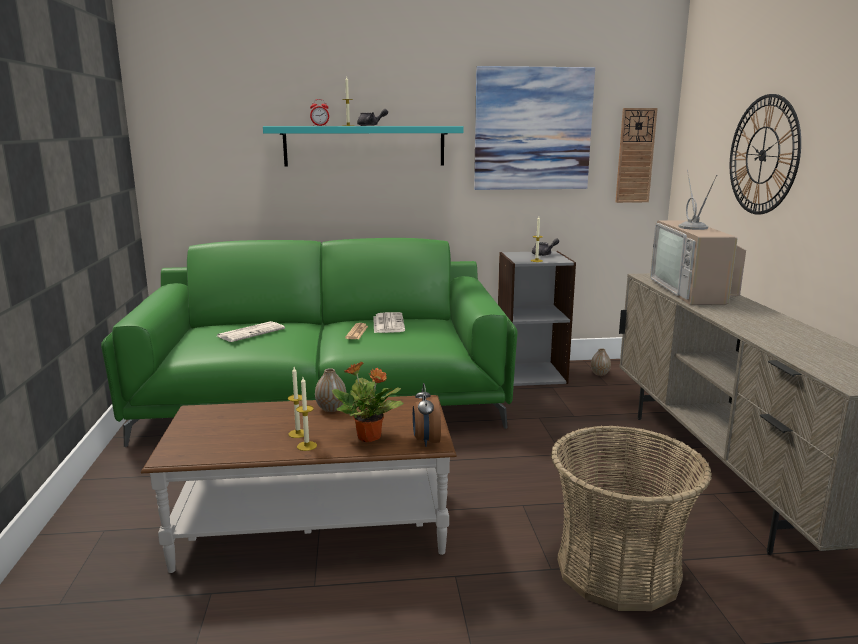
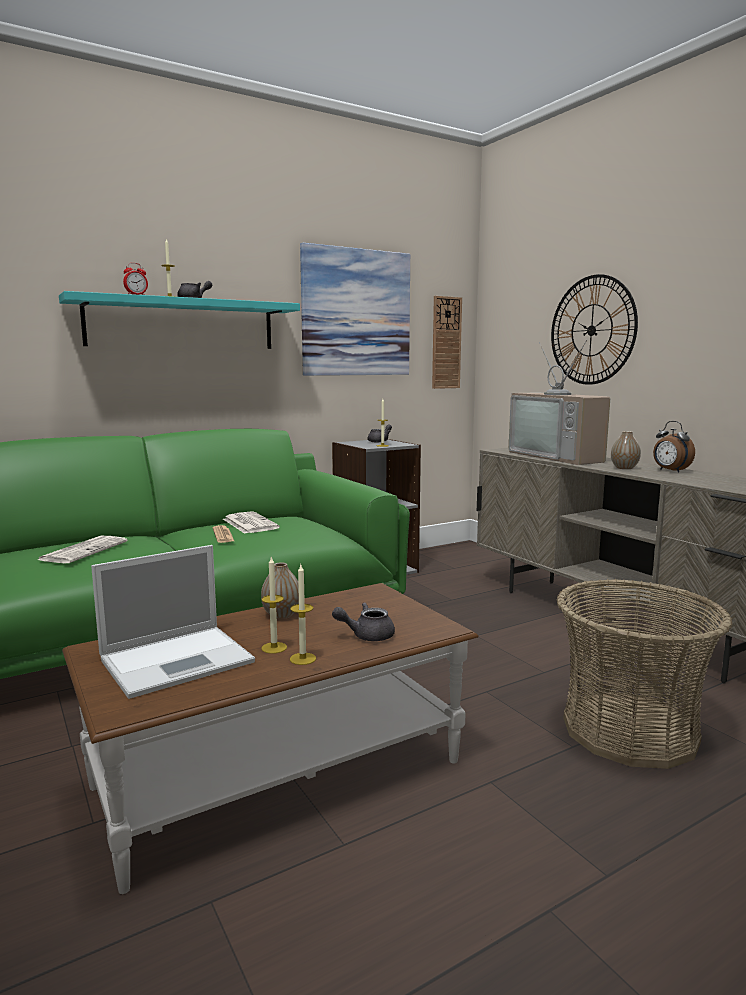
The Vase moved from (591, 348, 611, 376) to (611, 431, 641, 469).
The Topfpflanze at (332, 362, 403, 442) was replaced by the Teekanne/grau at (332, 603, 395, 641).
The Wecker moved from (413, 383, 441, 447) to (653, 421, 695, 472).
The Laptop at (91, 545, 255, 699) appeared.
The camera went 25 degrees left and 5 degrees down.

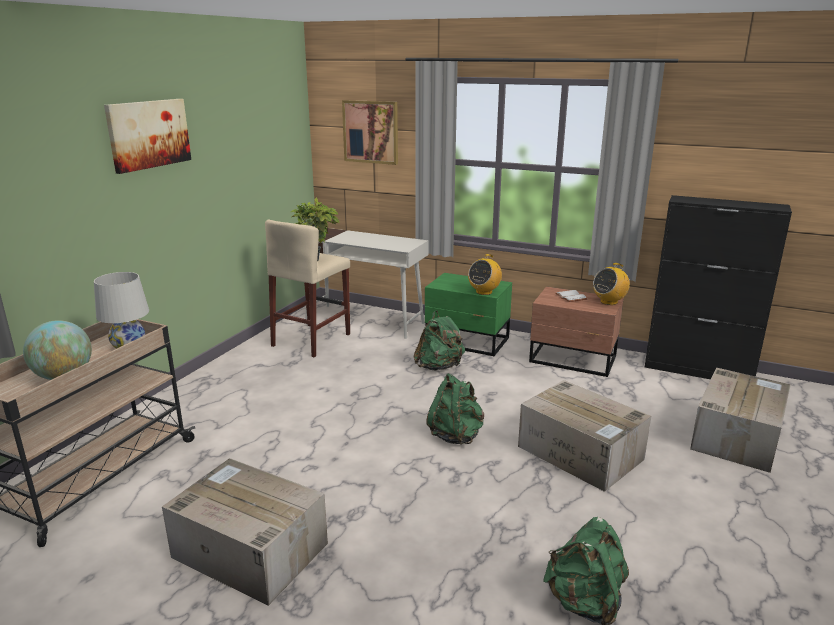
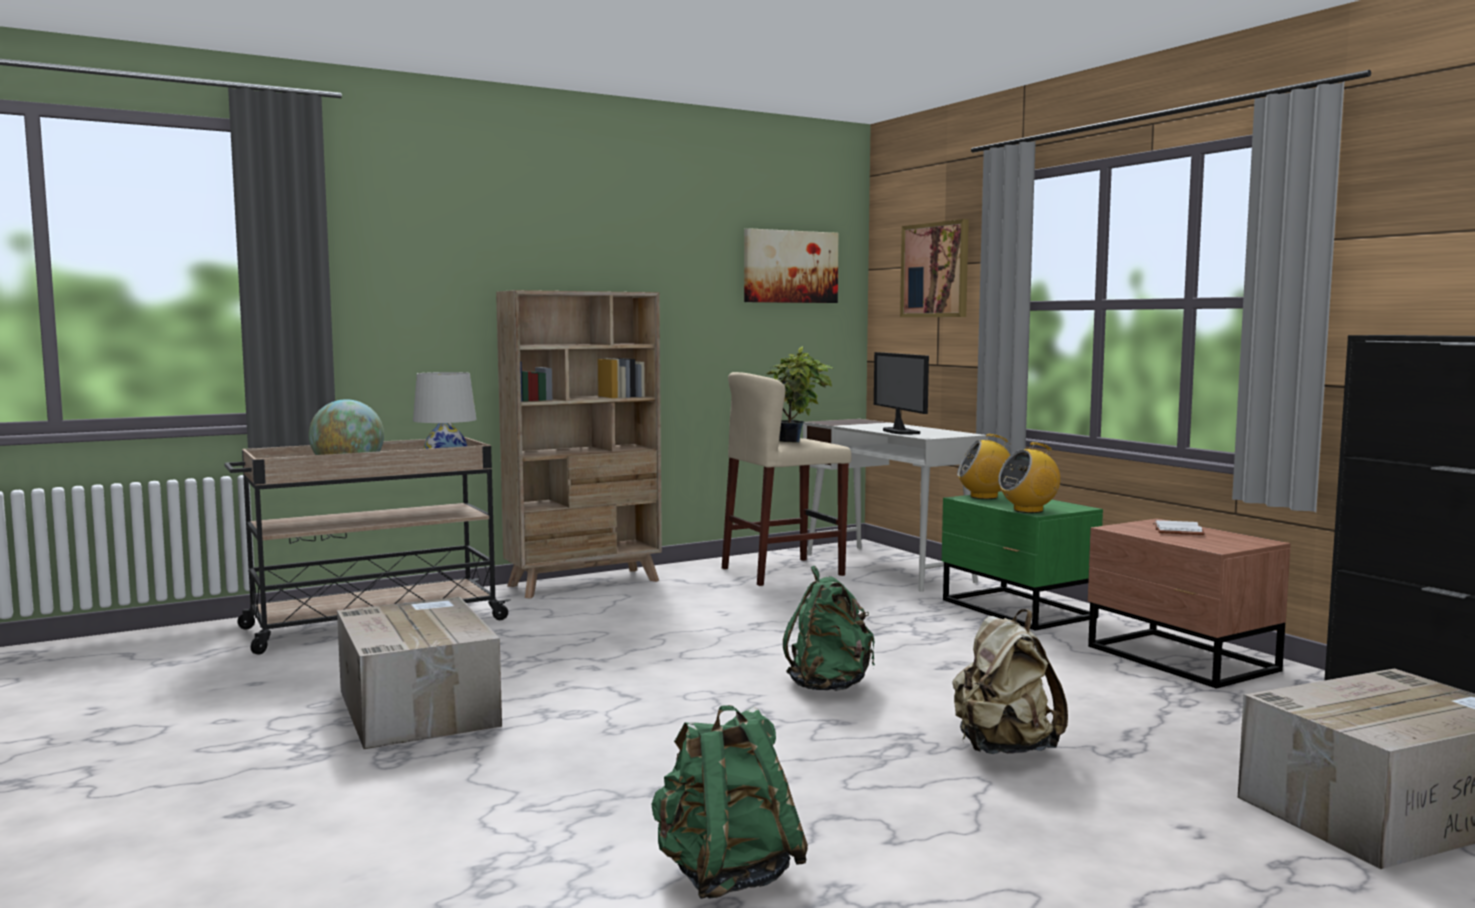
The Bild moved from (104, 99, 191, 174) to (744, 228, 839, 303).
The Radio moved from (593, 263, 630, 305) to (957, 434, 1010, 499).
The Rucksack/grün at (414, 310, 465, 371) disappeared.
The Karton at (518, 380, 651, 492) was replaced by the Rucksack/beige at (952, 609, 1068, 754).
The Bücherregal/beige at (496, 290, 662, 599) appeared.
The Monitor at (874, 352, 929, 435) appeared.
The camera went 35 degrees right and 15 degrees down.

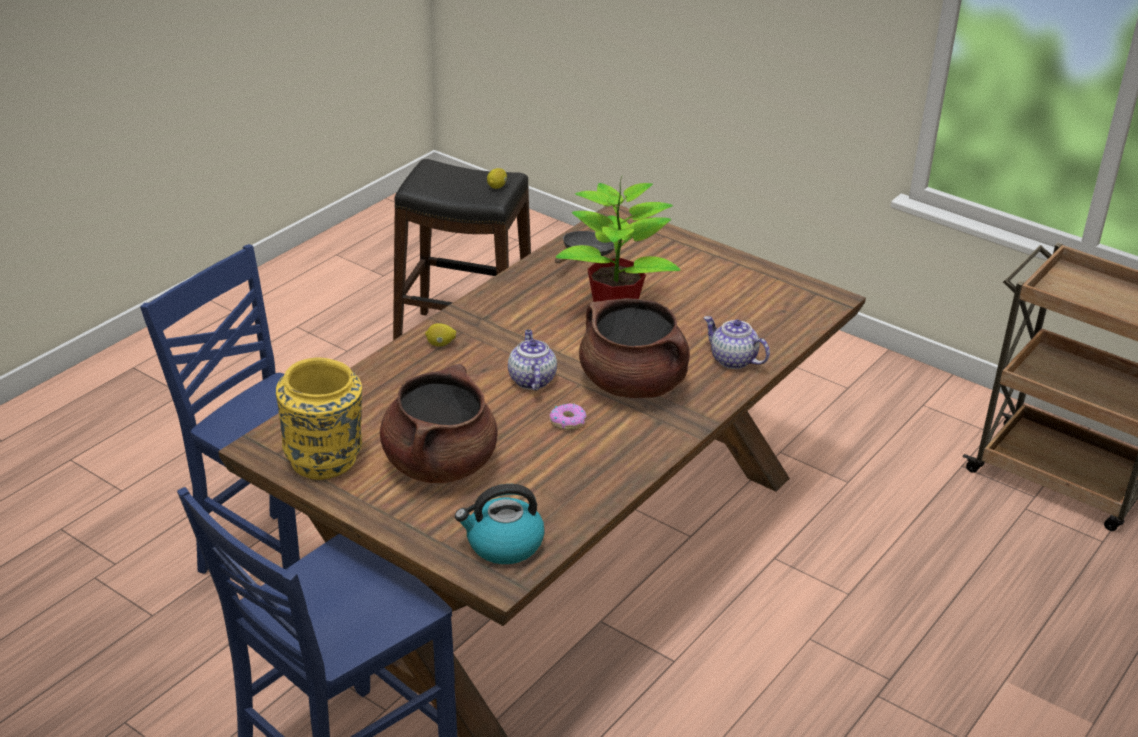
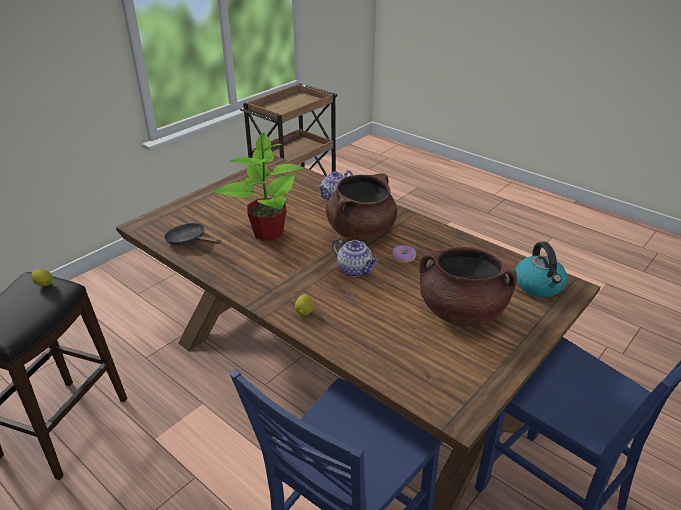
The Teekanne at (508, 330, 557, 391) turned 135 degrees counterclockwise.
The Vase/gelb at (276, 358, 362, 480) disappeared.
The camera went 85 degrees left and 0 degrees up.

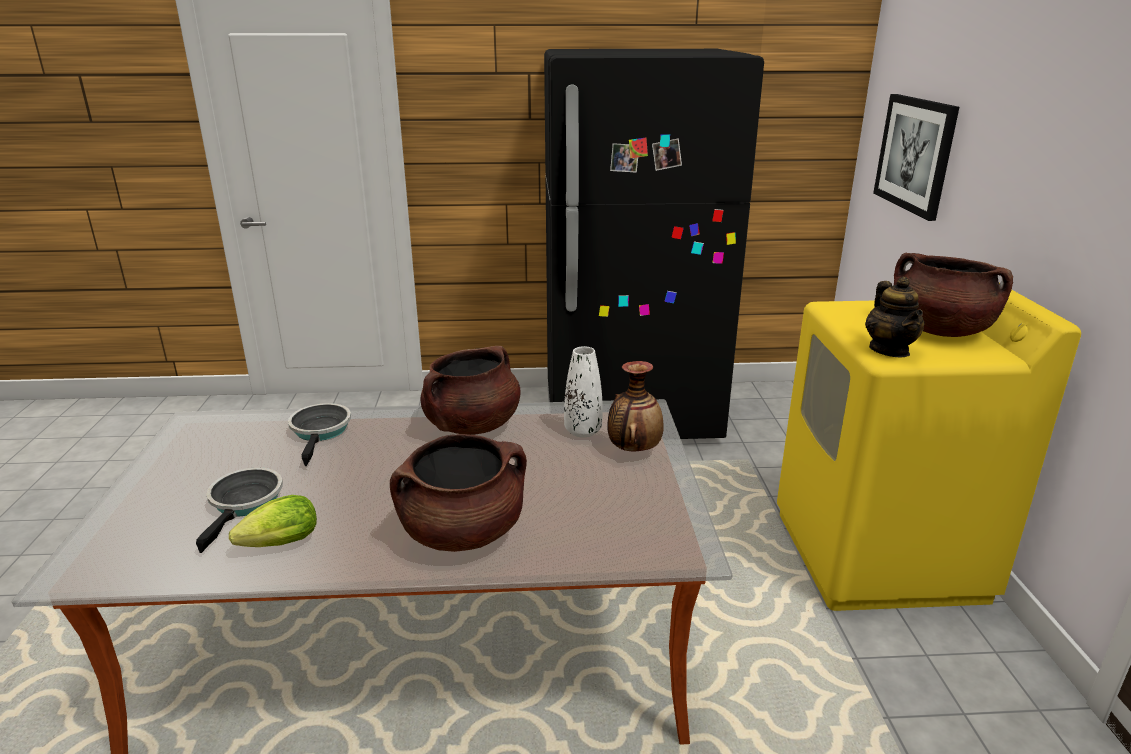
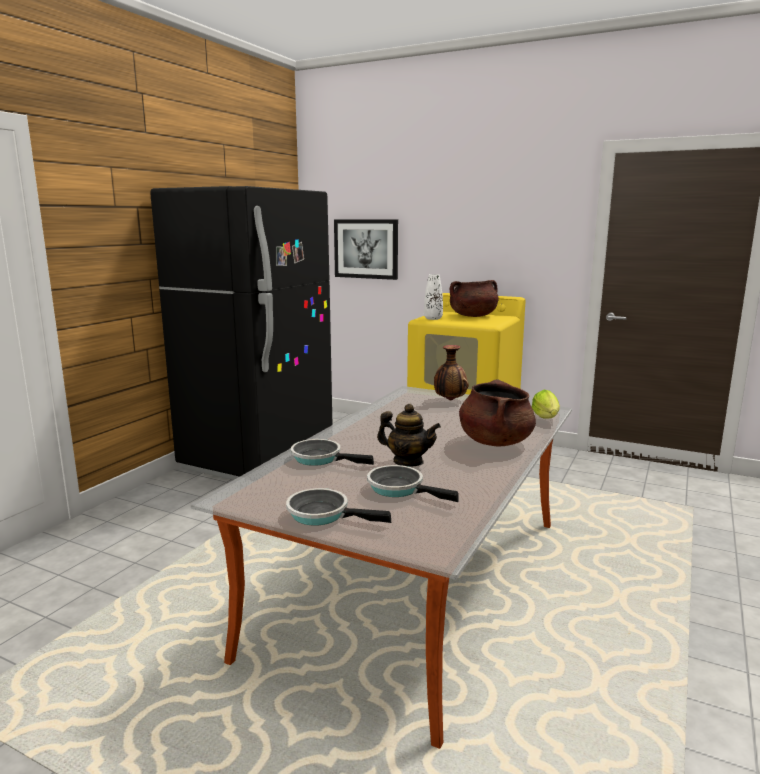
The Teekanne moved from (865, 277, 925, 357) to (377, 404, 441, 467).
The Kochtopf/braun at (420, 346, 521, 435) disappeared.
The Vase/weiß moved from (564, 346, 603, 437) to (424, 274, 443, 320).
The Salatkopf moved from (229, 495, 317, 547) to (532, 390, 560, 418).
The Pfanne at (286, 488, 391, 525) appeared.
The camera went 60 degrees left and 10 degrees down.

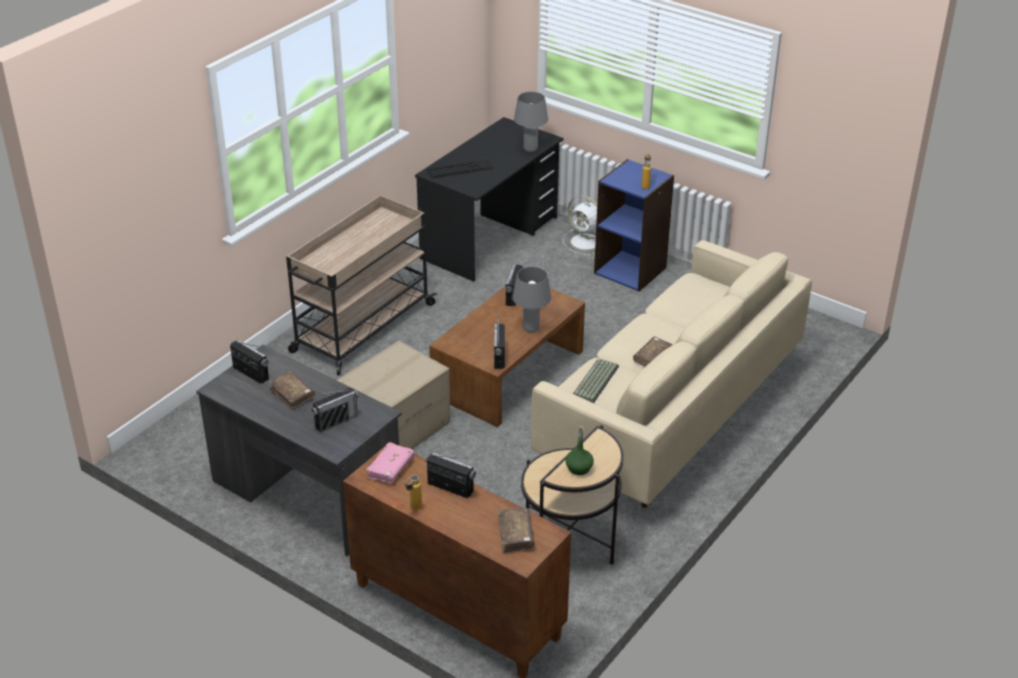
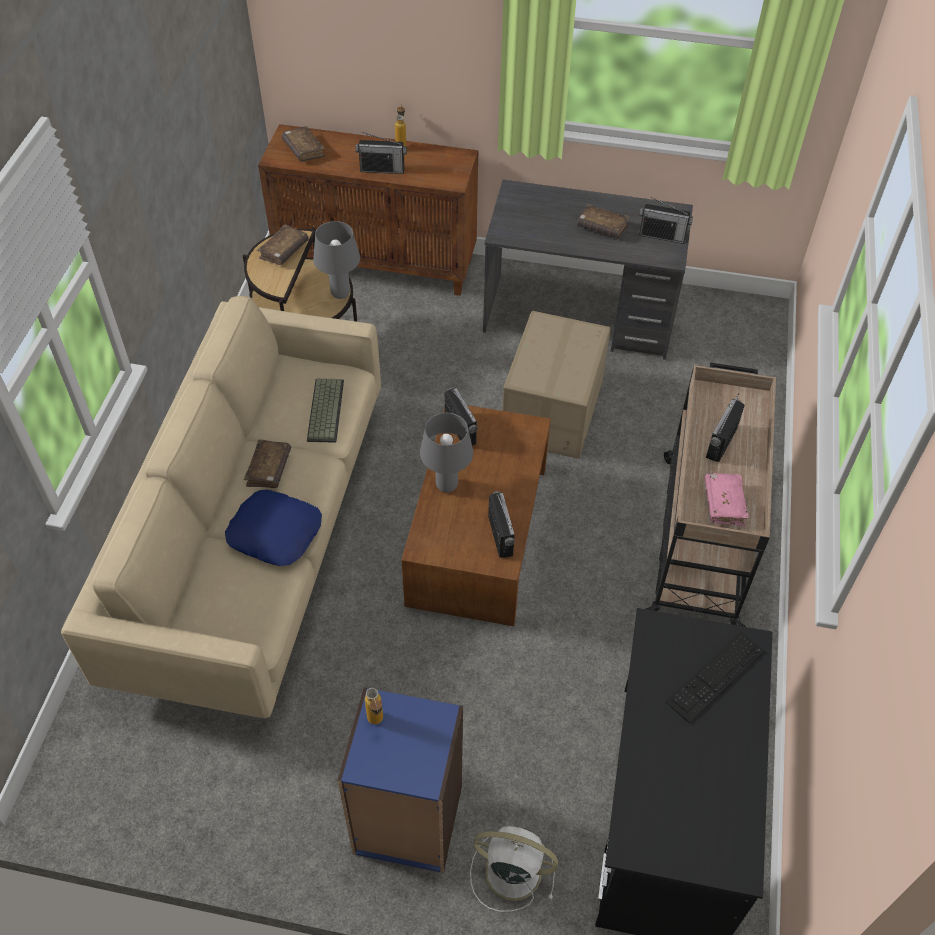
The Tischlampe/grau moved from (514, 91, 548, 152) to (313, 221, 360, 299).
The Radio moved from (311, 388, 359, 433) to (706, 393, 745, 462).
The Flasche/grün at (565, 426, 594, 475) was replaced by the Buch/braun at (257, 225, 309, 265).
The Buch/rosa moved from (366, 442, 414, 483) to (704, 473, 749, 526).
The Kissen/blau at (225, 490, 322, 566) appeared.
The camera went 155 degrees right and 15 degrees up.

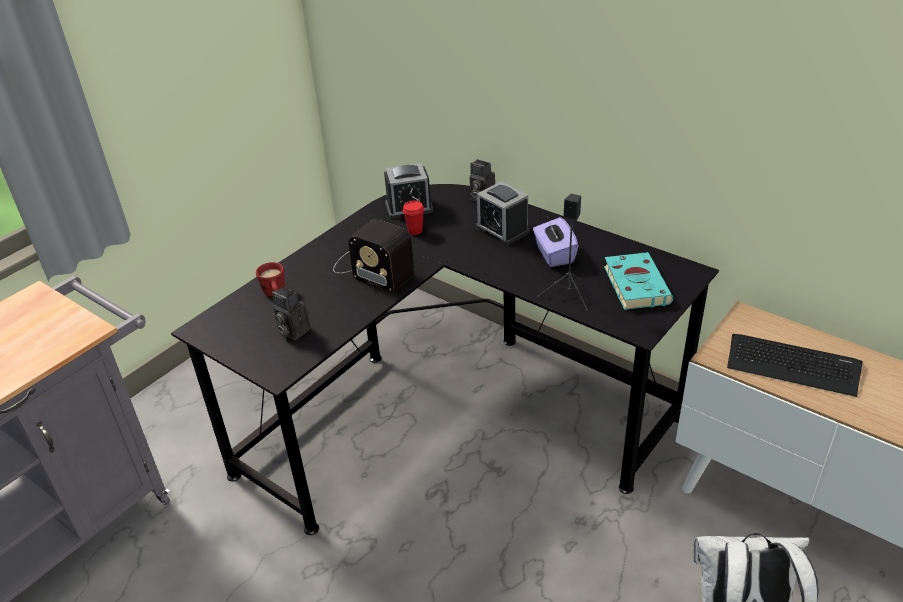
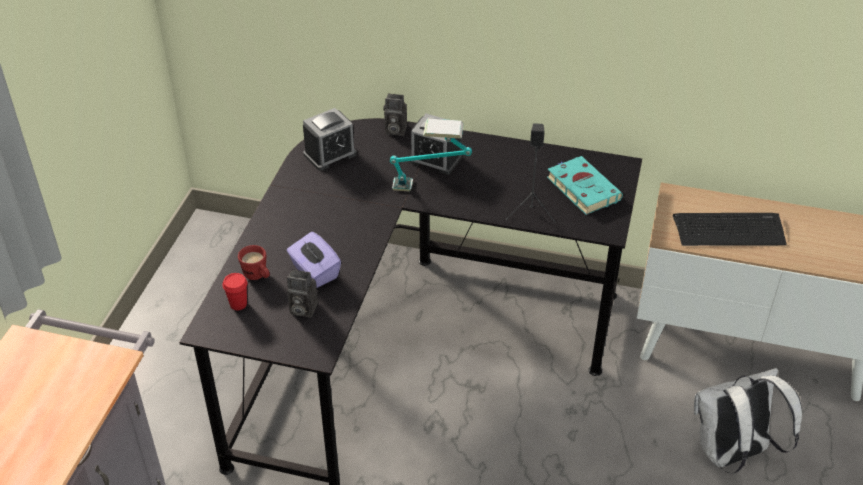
The Tasse/rot moved from (403, 201, 424, 235) to (223, 273, 248, 310).
The Taschentuchbox/lila moved from (533, 217, 579, 267) to (287, 232, 341, 288).
The Radio at (333, 219, 414, 293) disappeared.
The Tischlampe at (390, 119, 472, 191) appeared.
The camera went 25 degrees left and 5 degrees up.

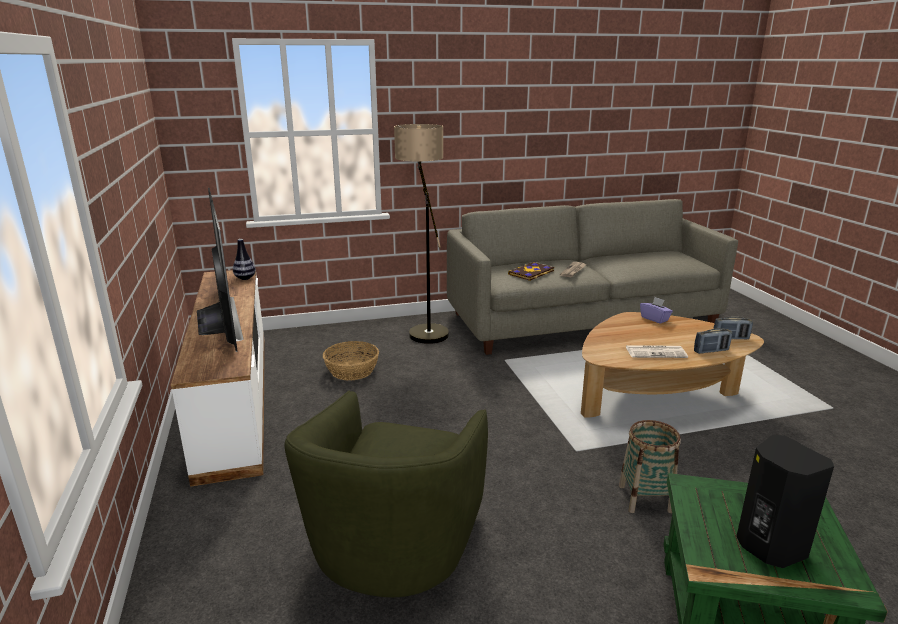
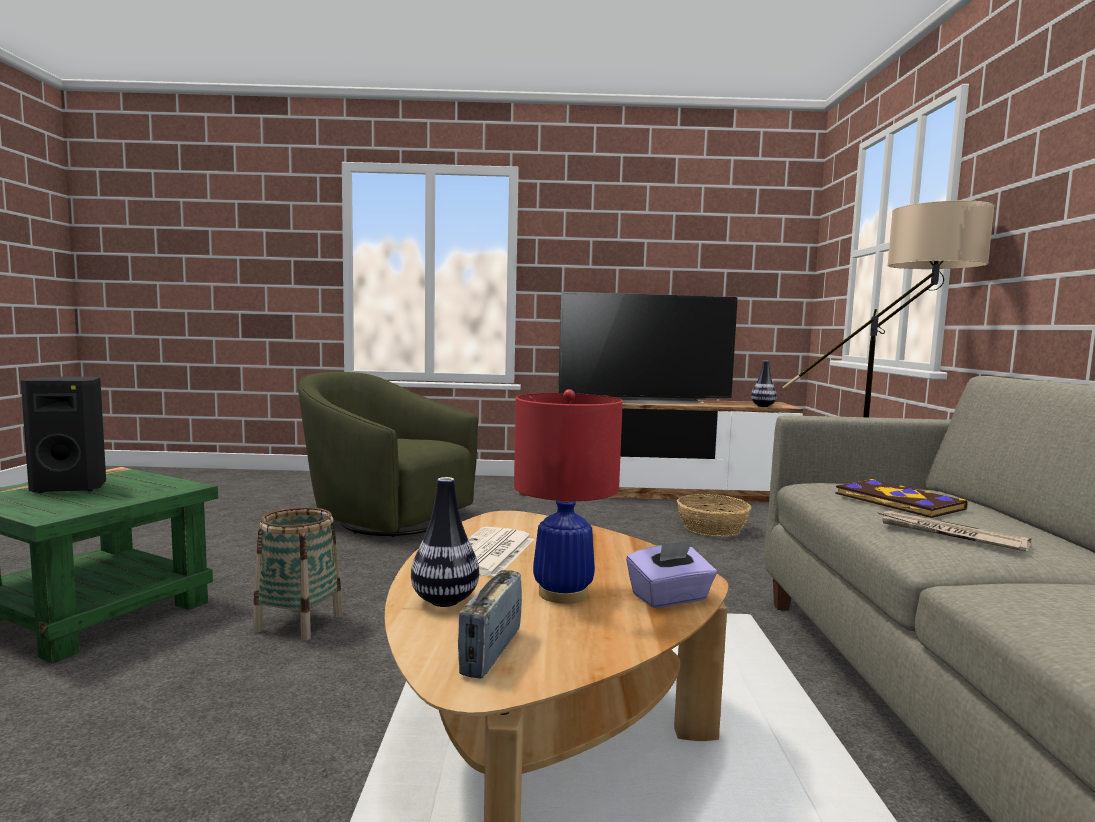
The Radio at (694, 328, 732, 354) was replaced by the Vase at (411, 477, 479, 607).
The Tischlampe/rot at (514, 389, 623, 604) appeared.
The camera went 105 degrees right and 15 degrees down.

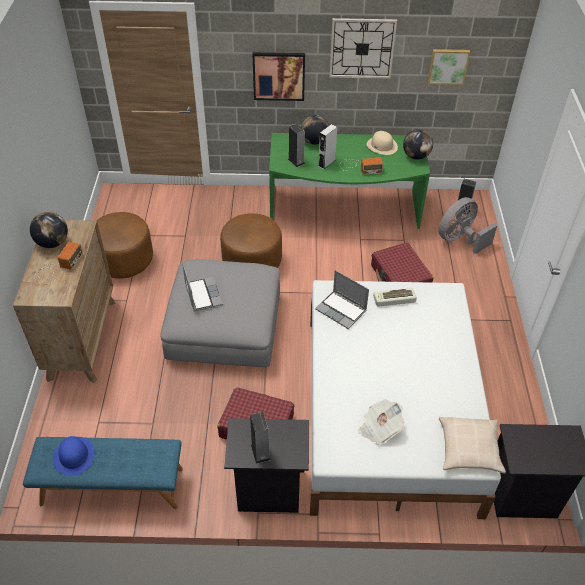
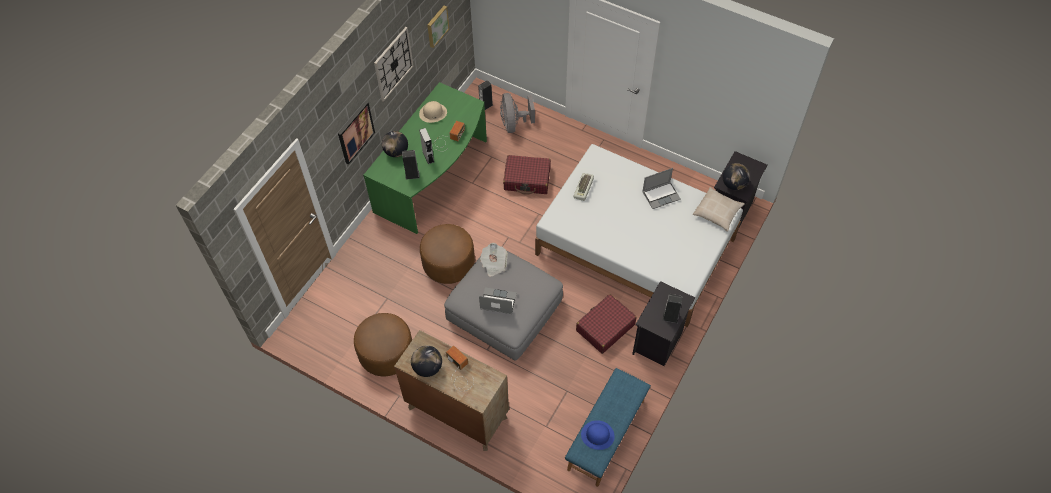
The Globus moved from (403, 129, 433, 160) to (723, 163, 750, 190).
The Laptop moved from (315, 270, 369, 329) to (642, 168, 681, 209).
The Zeitung moved from (358, 399, 404, 445) to (480, 243, 508, 277).
The camera went 60 degrees left and 10 degrees up.

